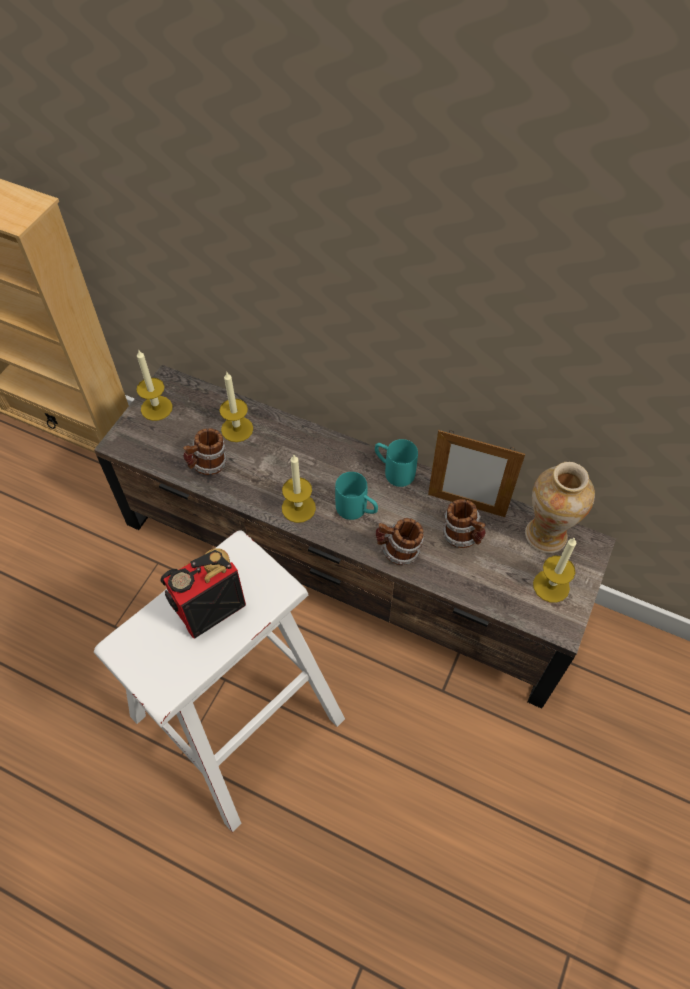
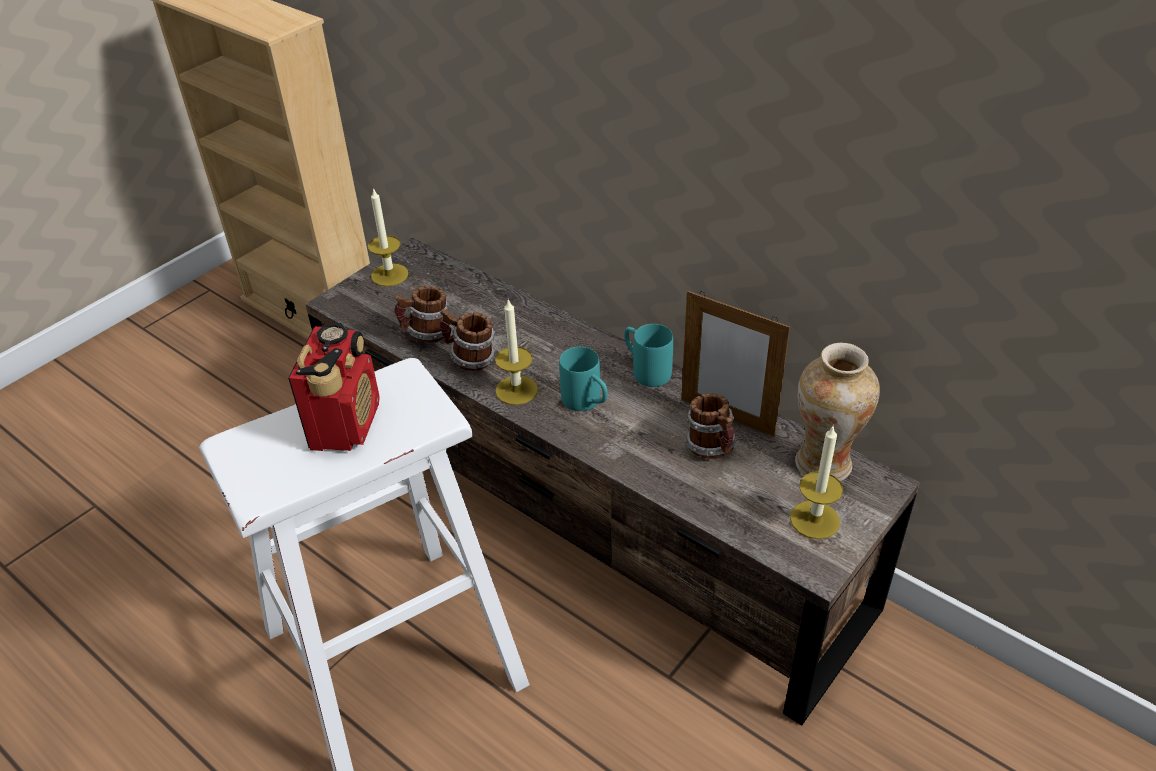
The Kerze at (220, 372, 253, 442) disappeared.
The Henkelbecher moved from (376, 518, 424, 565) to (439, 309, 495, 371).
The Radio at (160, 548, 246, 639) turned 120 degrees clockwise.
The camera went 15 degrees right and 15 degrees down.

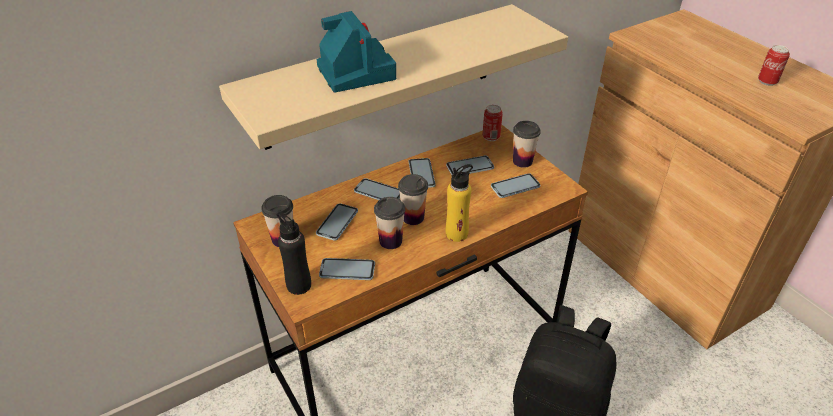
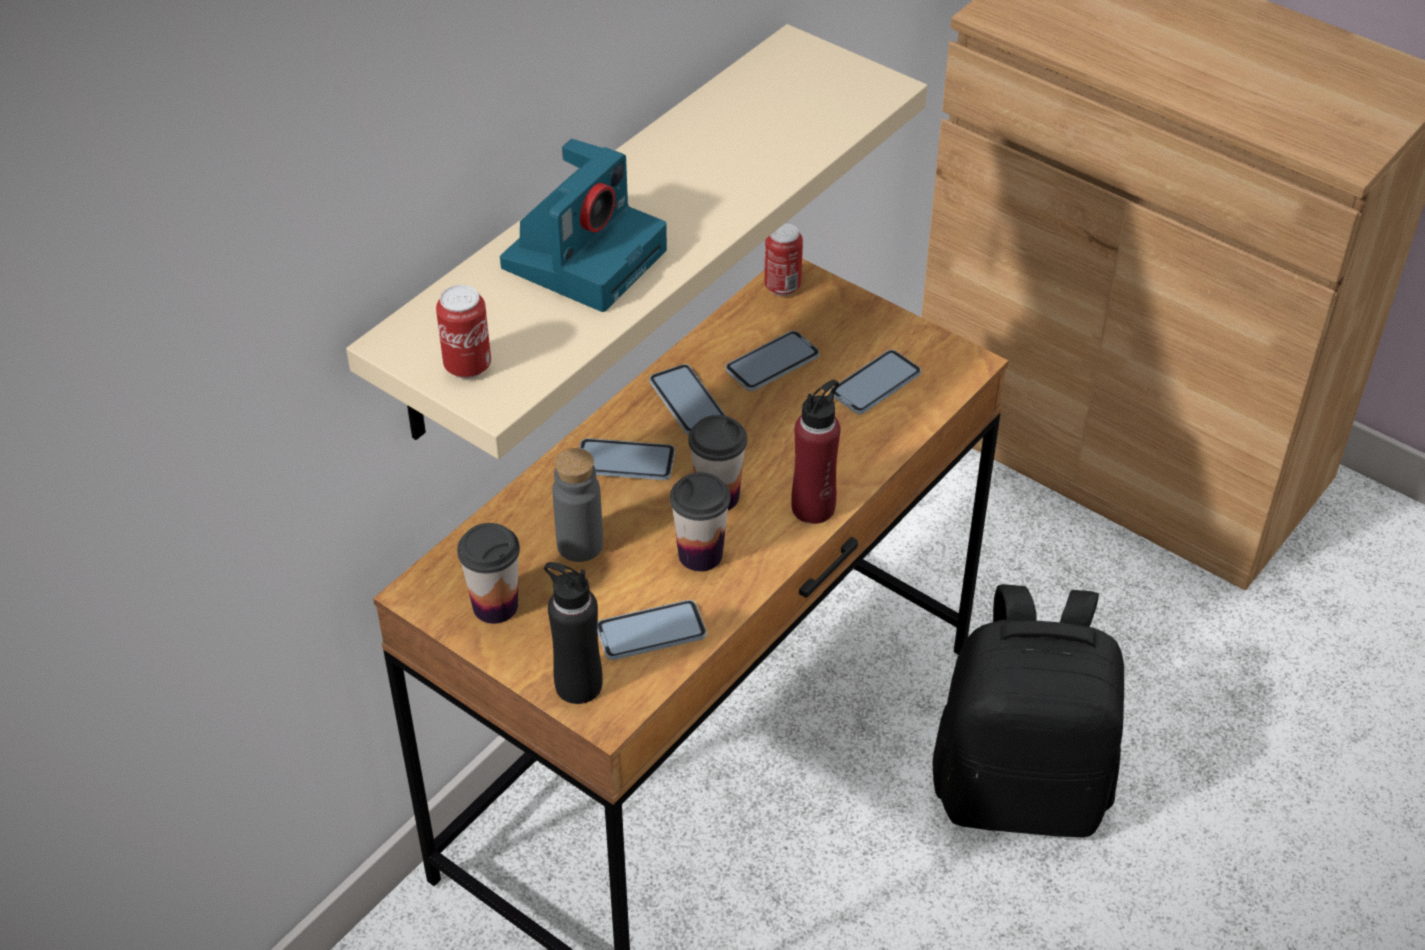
The Kamera at (317, 11, 396, 93) turned 75 degrees clockwise.
The Dose moved from (758, 45, 790, 86) to (436, 285, 491, 379).
The Tasse at (513, 121, 541, 168) disappeared.
The Flasche/gelb at (446, 164, 473, 242) became the Flasche/rot at (791, 380, 840, 524).
The Handy at (316, 203, 358, 241) was replaced by the Flasche/grau at (552, 448, 603, 562).
The camera went 20 degrees left and 5 degrees up.

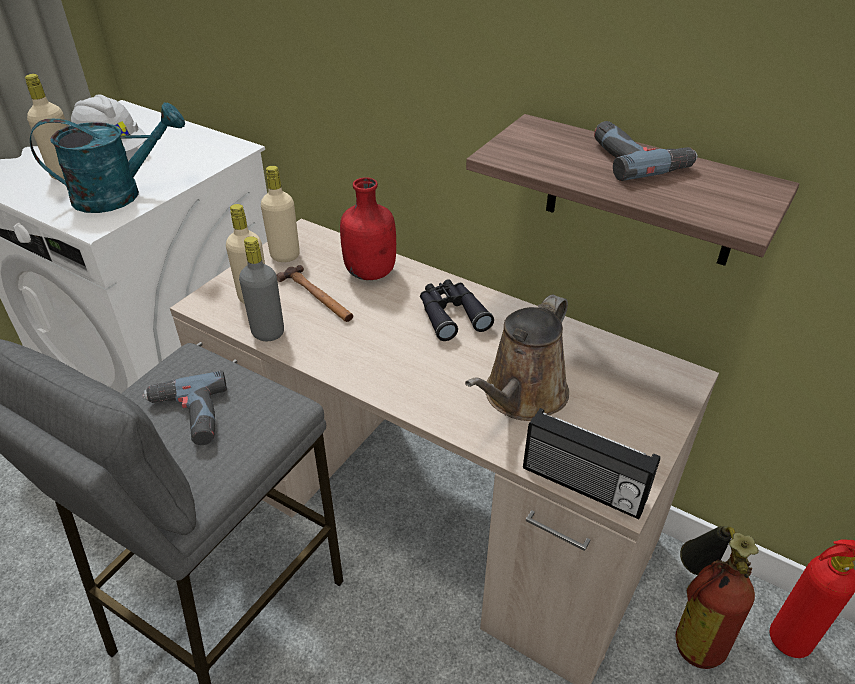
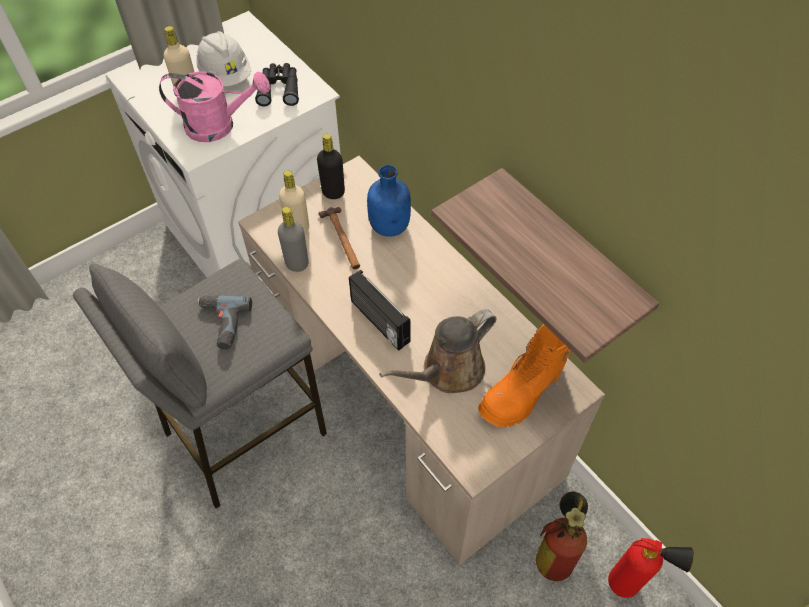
The Gießkanne/türkis at (30, 102, 185, 213) became the Gießkanne/rosa at (159, 72, 270, 142).
The Bohrmaschine at (594, 121, 698, 181) disappeared.
The Flasche/beige at (261, 166, 300, 262) became the Flasche/schwarz at (317, 134, 345, 199).
The Flasche/rot at (340, 177, 396, 280) became the Flasche/blau at (367, 165, 411, 237).
The Fernglas/schwarz moved from (420, 279, 494, 341) to (255, 63, 299, 106).
The Radio moved from (523, 408, 661, 519) to (349, 270, 410, 351).
The Stiefel/orange at (478, 324, 572, 427) appeared.
The camera went 20 degrees right and 15 degrees up.

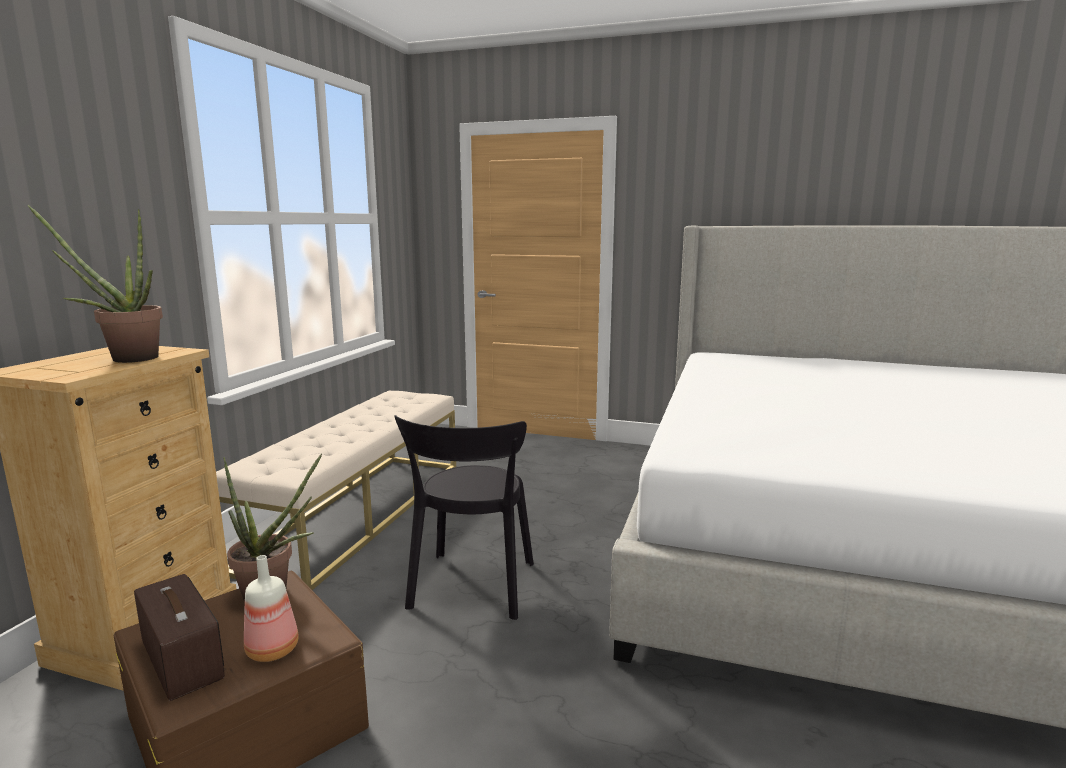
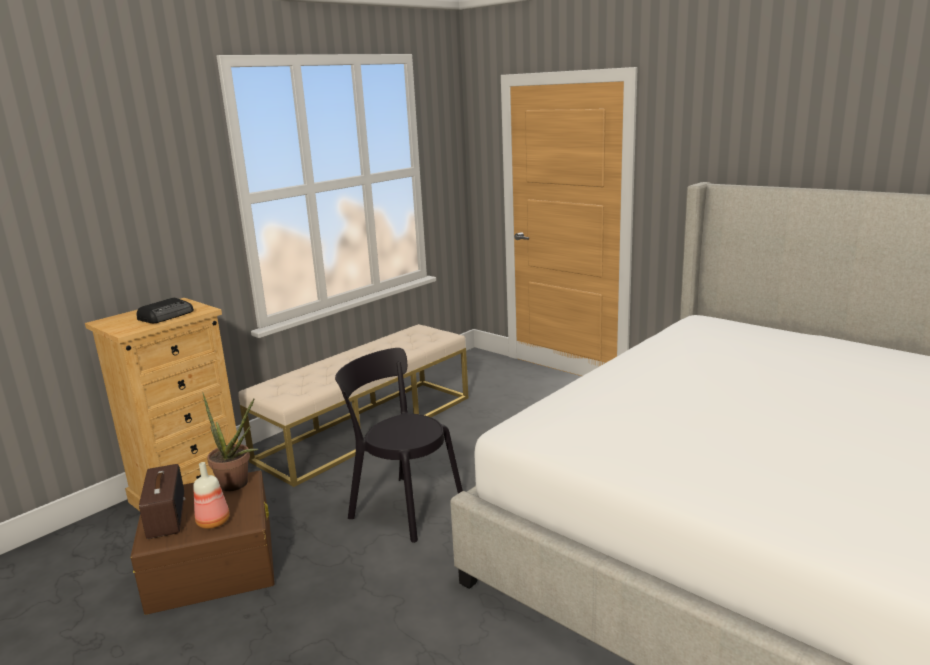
The Topfpflanze at (27, 205, 163, 363) was replaced by the Radio at (136, 298, 194, 323).
The Stuhl/schwarz at (394, 415, 534, 620) turned 90 degrees clockwise.
The camera went 25 degrees right and 5 degrees up.

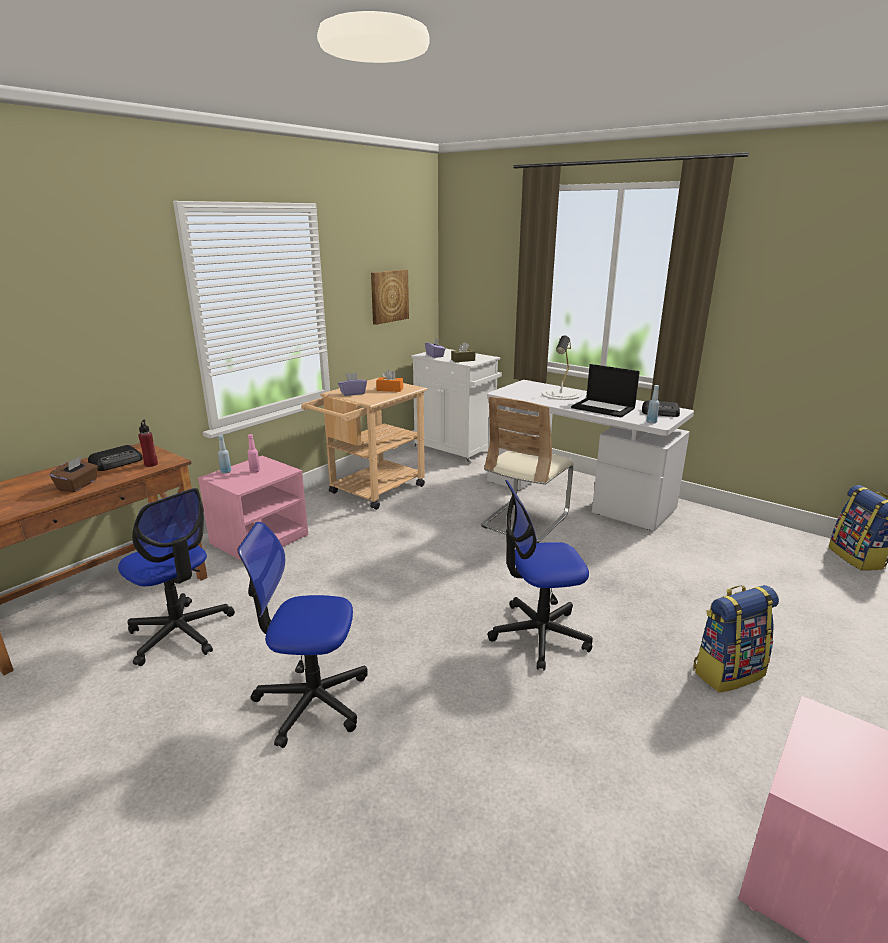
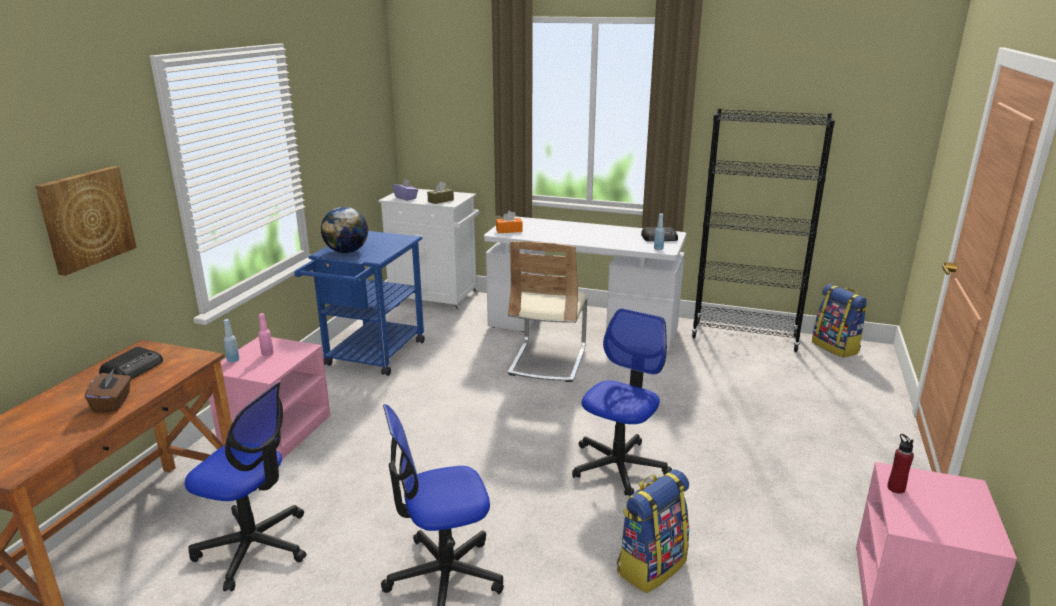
The Bild moved from (371, 269, 409, 325) to (35, 166, 137, 276).
The Tischlampe/weiß at (541, 336, 581, 400) disappeared.
The Laptop at (571, 364, 640, 417) disappeared.
The Taschentuchbox/orange moved from (376, 369, 403, 392) to (496, 211, 523, 233).
The Taschentuchbox/lila at (338, 373, 367, 396) was replaced by the Globus at (321, 207, 368, 253).
The Rollwagen/beige at (301, 378, 427, 510) became the Rollwagen/blau at (295, 231, 425, 376).
The Flasche/rot moved from (138, 420, 158, 467) to (887, 434, 914, 494).
The Bürostuhl at (487, 480, 593, 671) turned 150 degrees clockwise.
The Rucksack moved from (693, 585, 779, 692) to (617, 469, 689, 593).
The Bücherregal/schwarz at (691, 108, 835, 352) appeared.
The camera went 20 degrees left and 0 degrees up.

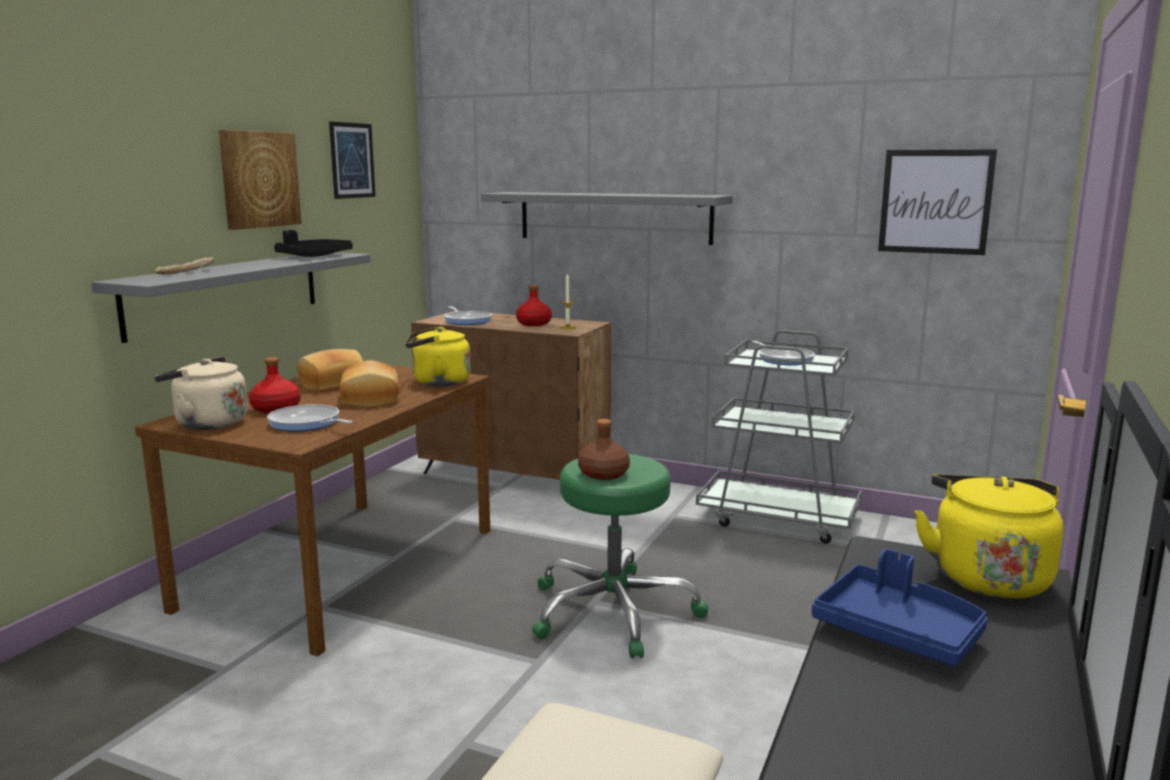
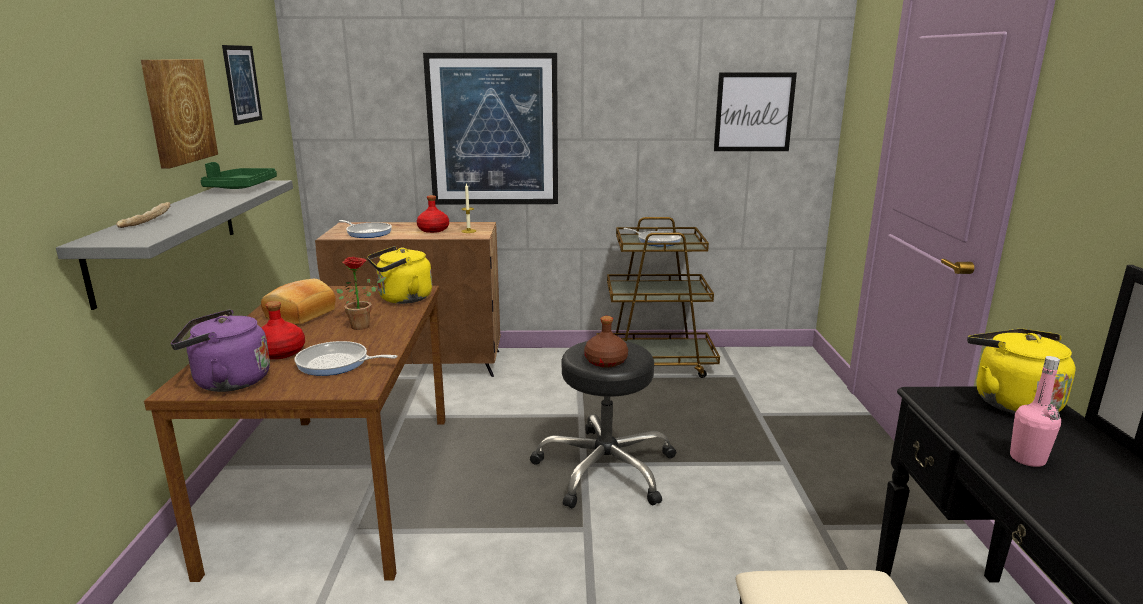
The Wandregal/grau at (481, 192, 733, 245) was replaced by the Bild at (423, 53, 558, 204).
The Tablett/schwarz at (274, 230, 353, 257) became the Tablett/grün at (200, 162, 277, 189).
The Rollwagen/grau at (696, 330, 862, 544) became the Rollwagen/braun at (596, 217, 720, 378).
The Wasserkessel/beige at (154, 357, 248, 430) became the Wasserkessel/lila at (171, 310, 270, 392).
The Brot at (340, 360, 399, 407) was replaced by the Topfpflanze at (336, 257, 386, 330).
The Hocker/grün at (532, 454, 708, 658) became the Hocker/schwarz at (530, 341, 677, 509).
The Tablett/blau at (812, 549, 988, 666) was replaced by the Flasche/rosa at (1010, 356, 1061, 467).
The camera went 25 degrees left and 5 degrees up.

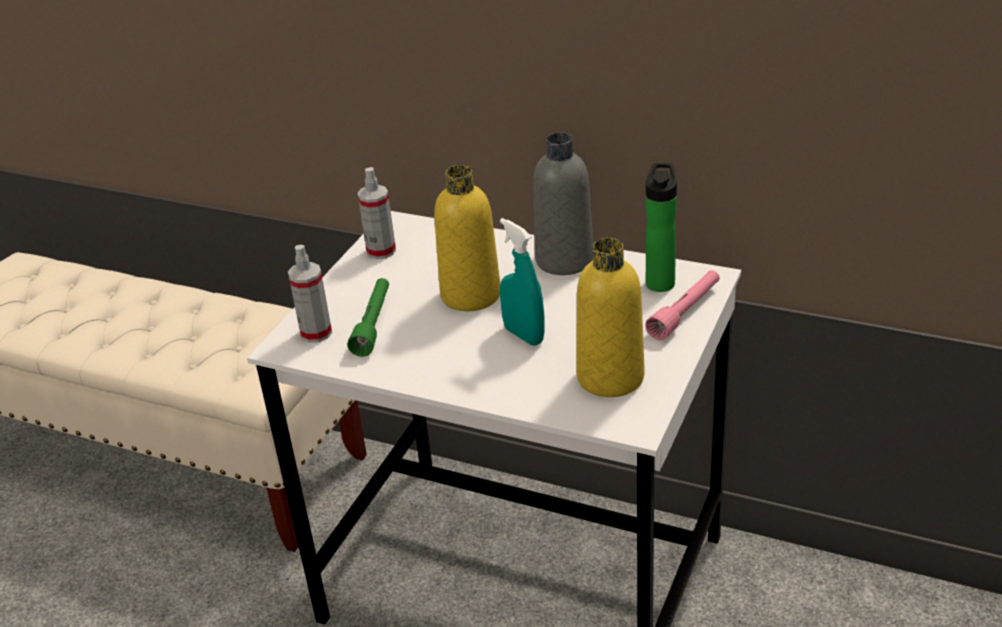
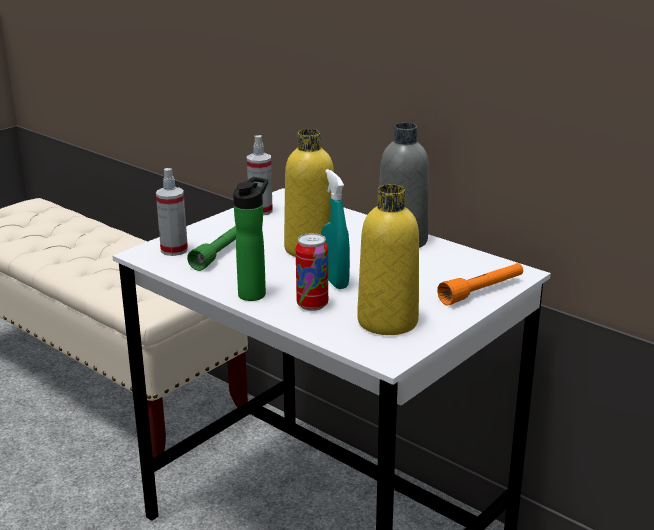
The Flasche moved from (646, 163, 677, 292) to (233, 177, 268, 301).
The Taschenlampe/rosa at (645, 270, 720, 340) became the Taschenlampe/orange at (437, 263, 523, 305).
The Dose at (296, 233, 328, 311) appeared.
The camera went 15 degrees right and 10 degrees down.

